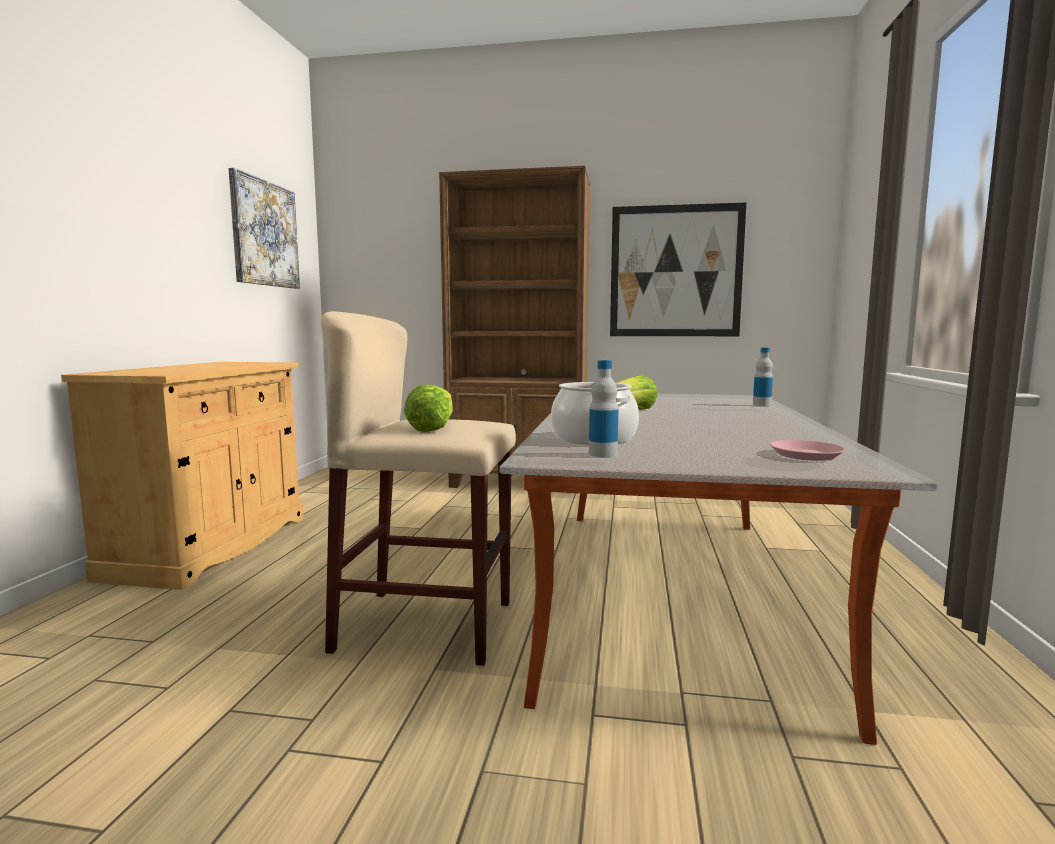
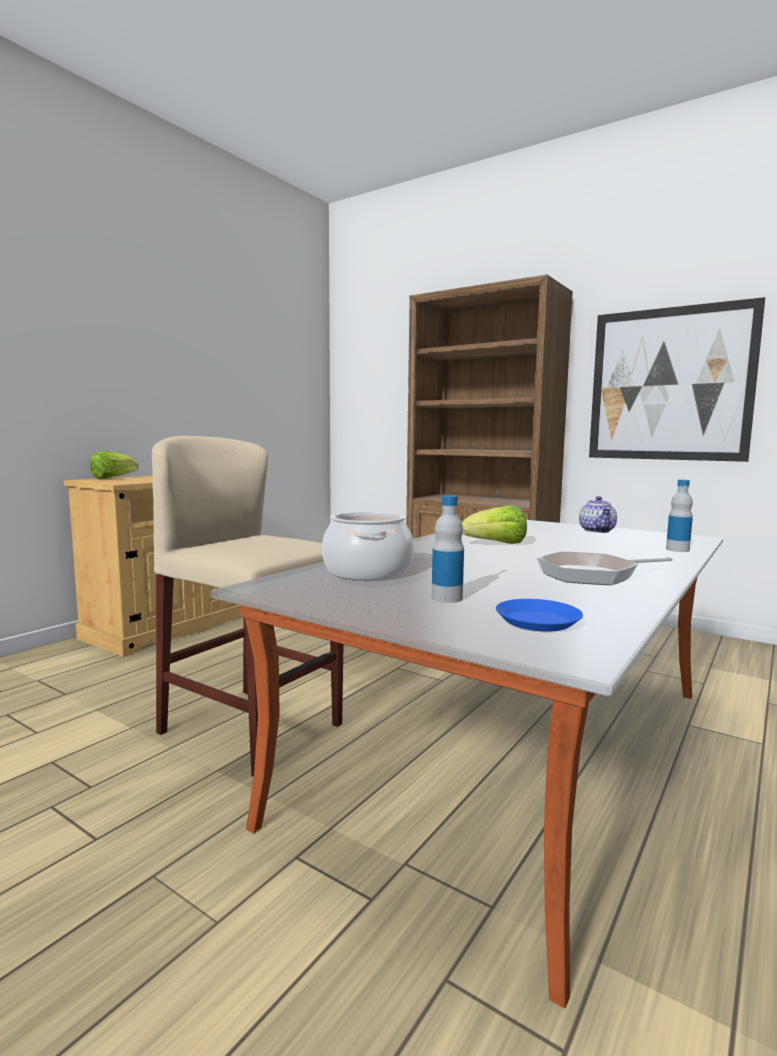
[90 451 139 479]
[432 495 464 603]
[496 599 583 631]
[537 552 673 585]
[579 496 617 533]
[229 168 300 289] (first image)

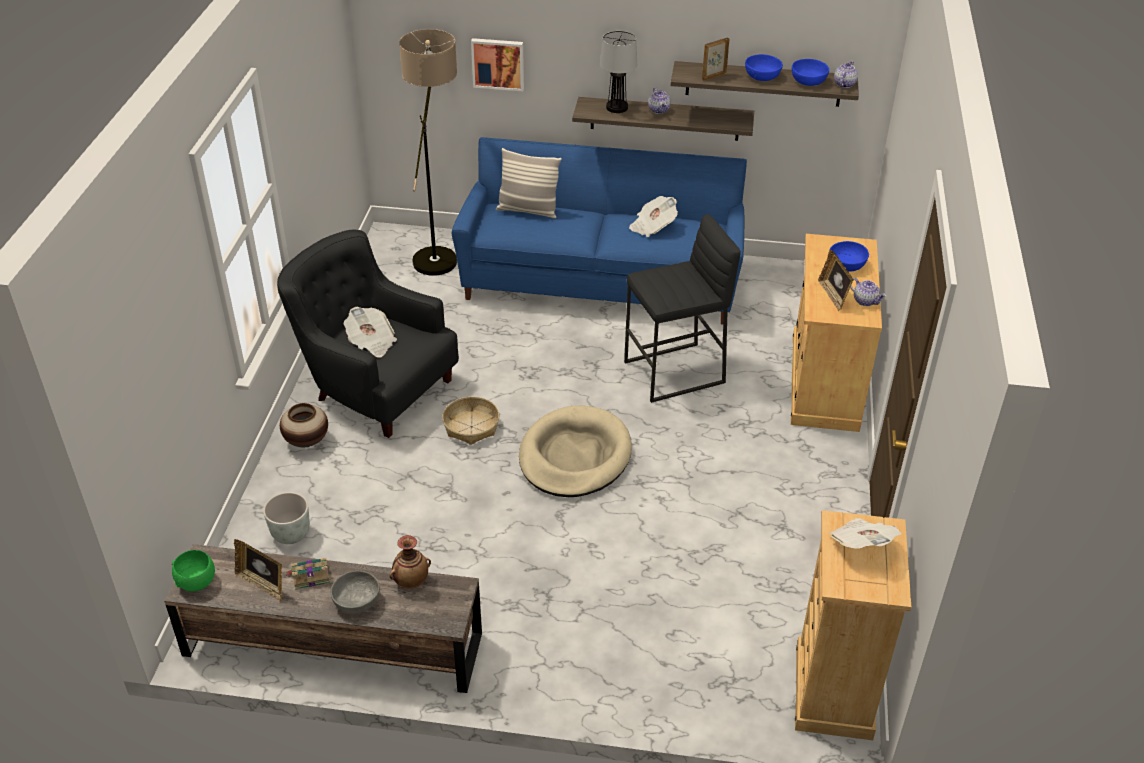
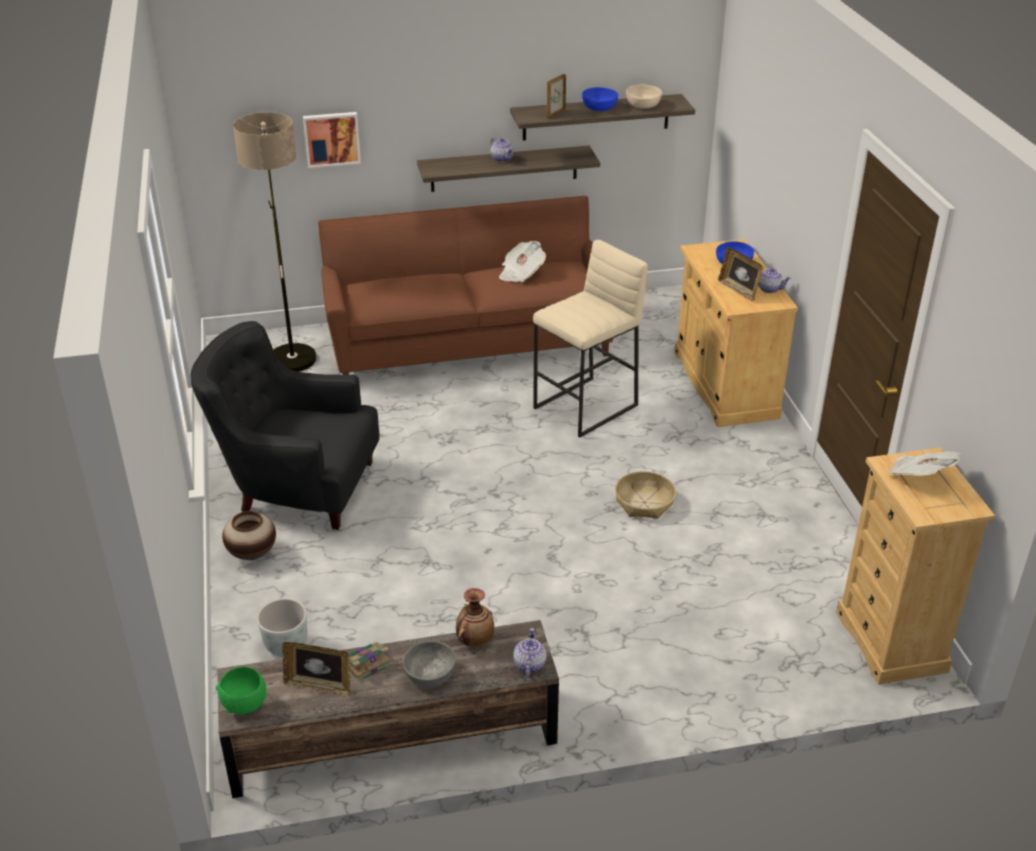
[318 196 613 375]
[513 628 547 677]
[533 240 648 438]
[615 471 676 519]
[626 85 662 109]
[344 307 397 358] (first image)
[496 148 562 219] (first image)
[519 405 632 497] (first image)
[600 31 637 113] (first image)

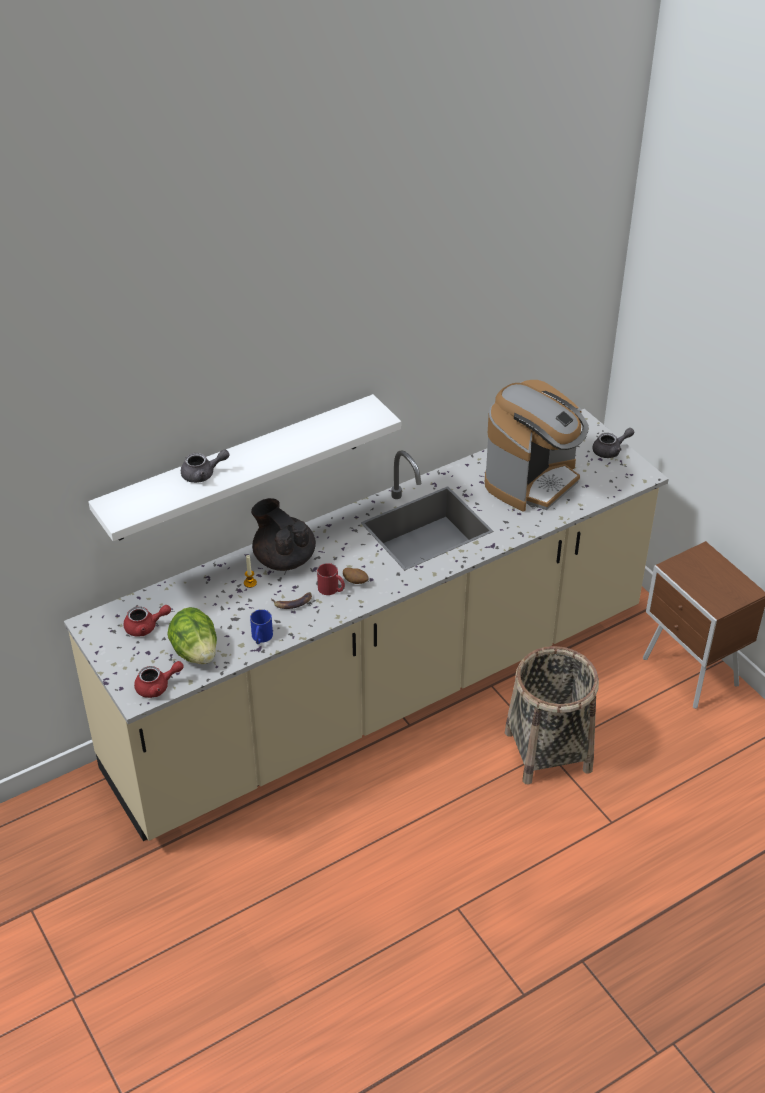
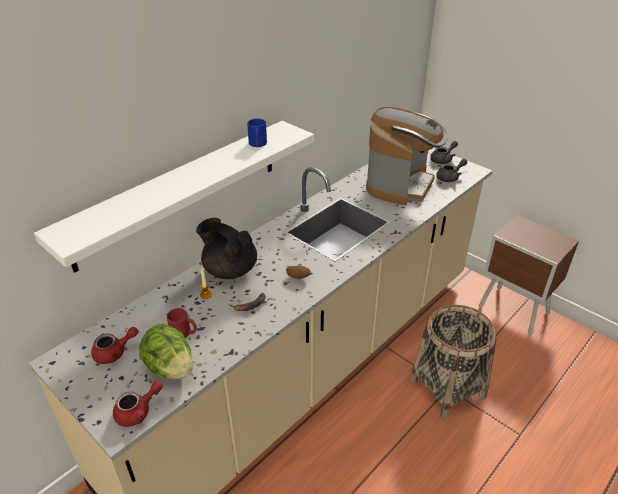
[167 308 197 338]
[247 118 267 147]
[436 159 467 182]

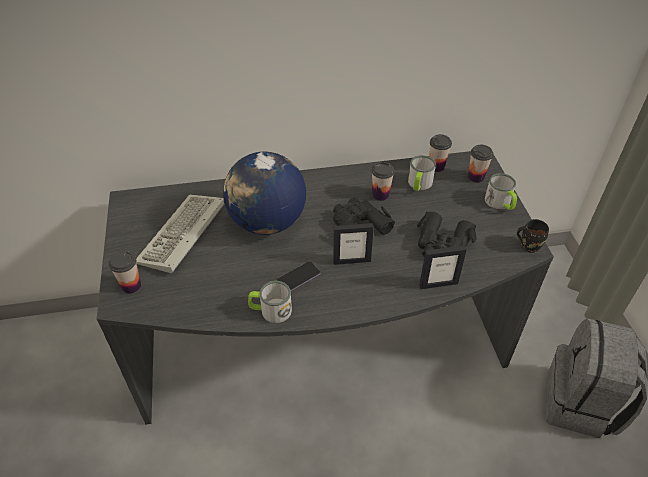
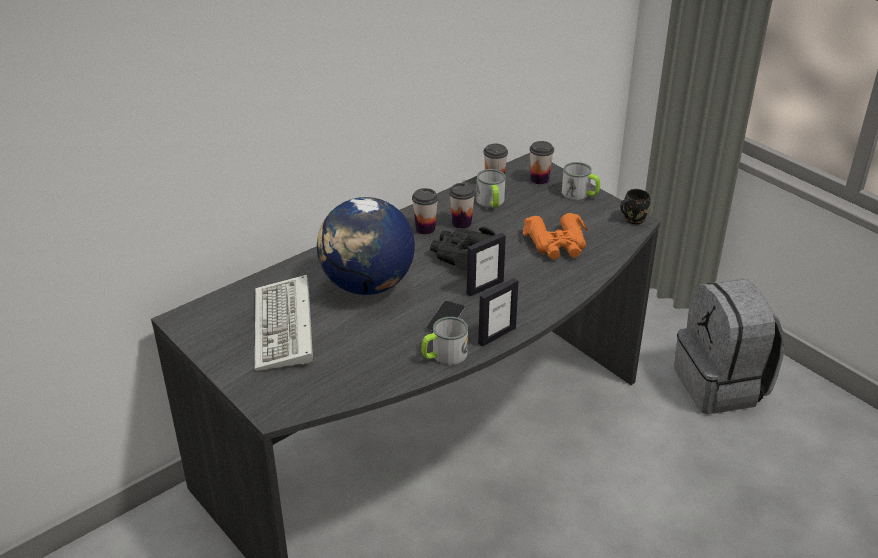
[412 188 438 234]
[478 278 518 347]
[523 213 588 259]

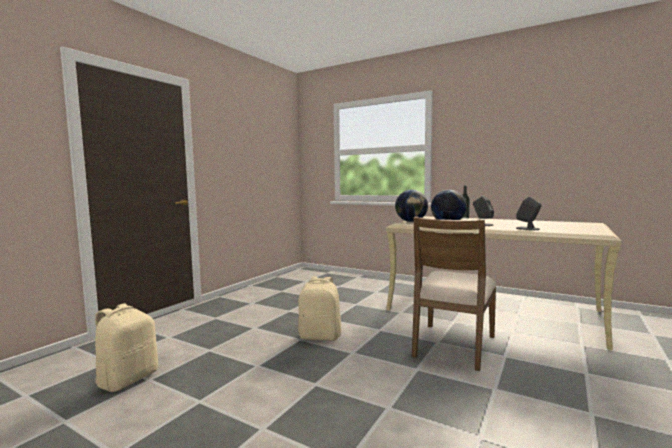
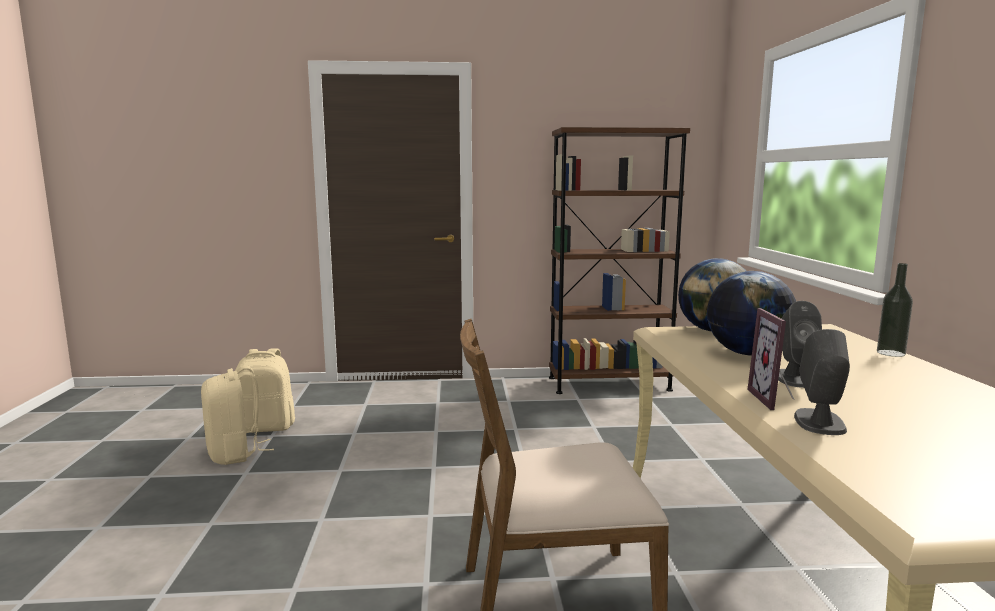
[201 366 274 465]
[549 127 690 394]
[747 308 794 410]

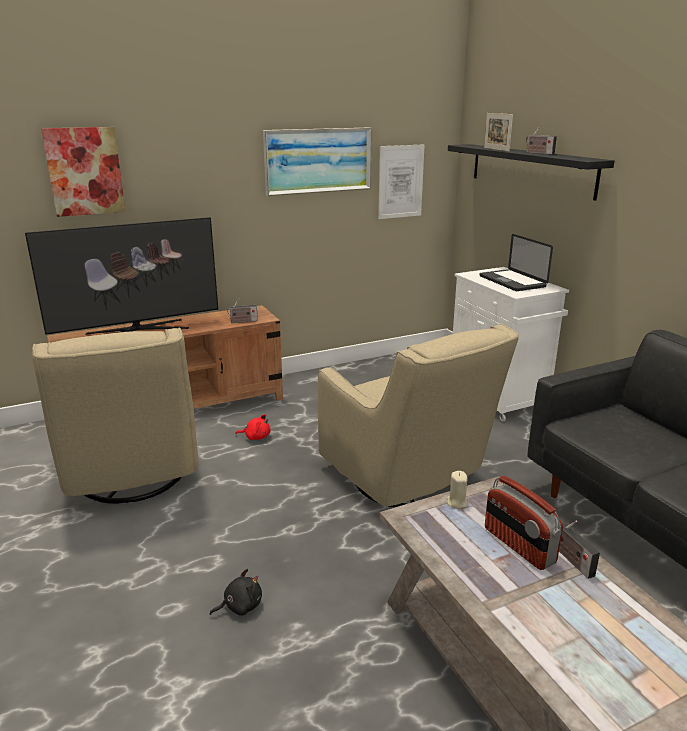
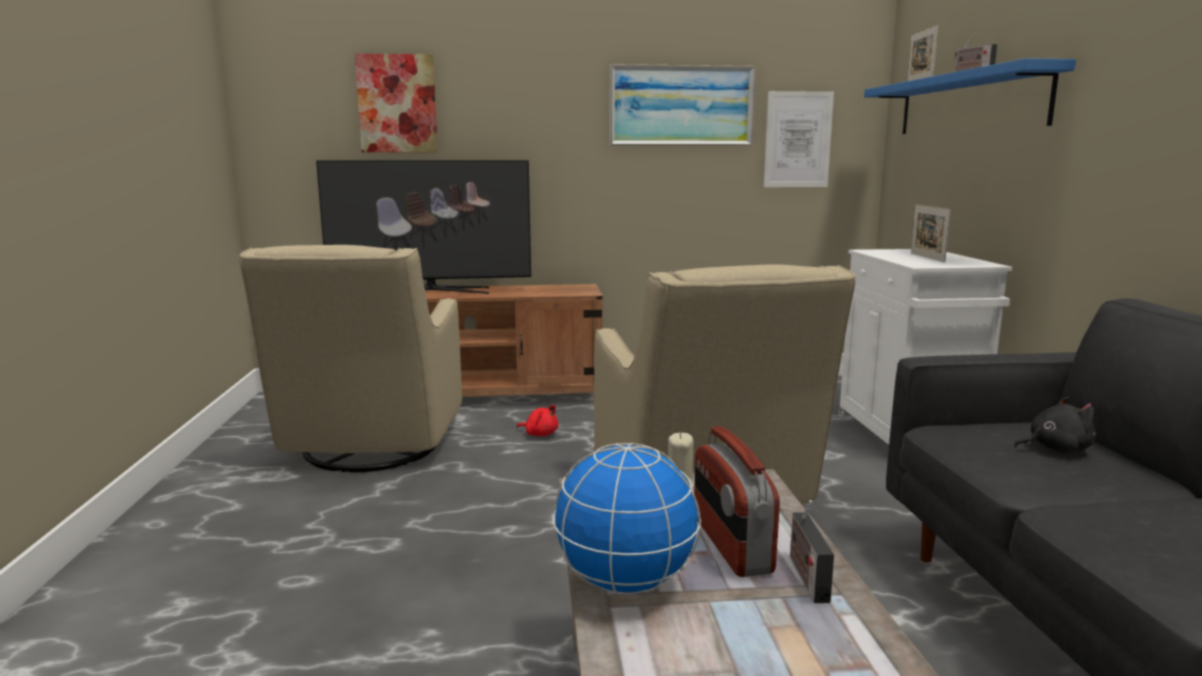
[552 443 701 595]
[864 58 1076 134]
[911 205 951 262]
[1014 397 1096 453]
[227 299 258 323] (first image)

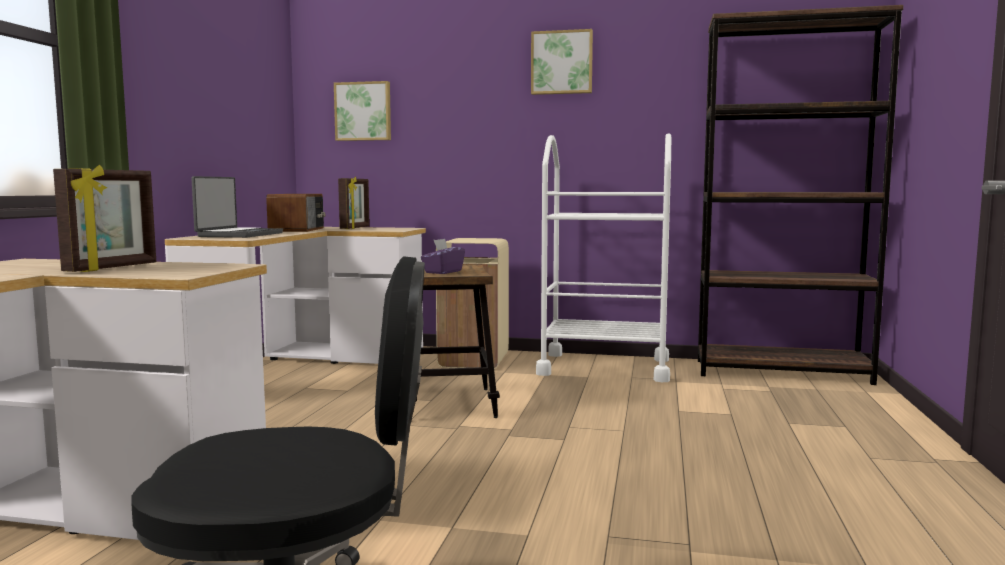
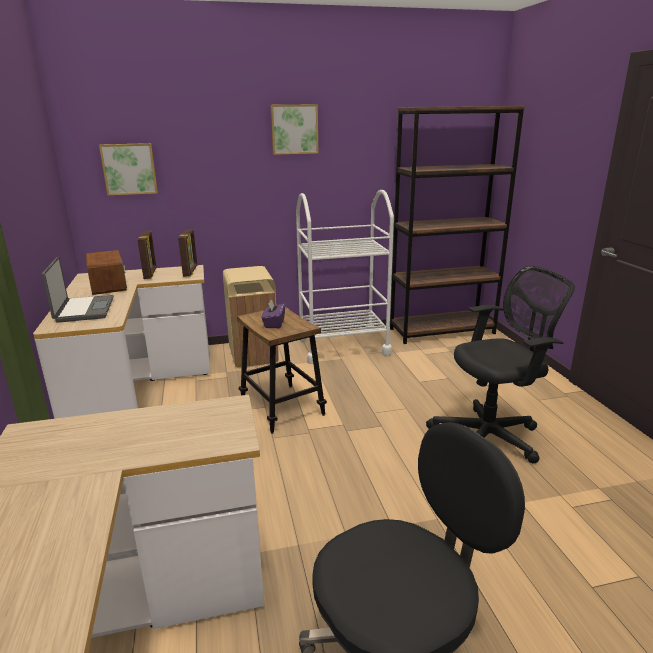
[178 229 197 277]
[426 265 575 463]

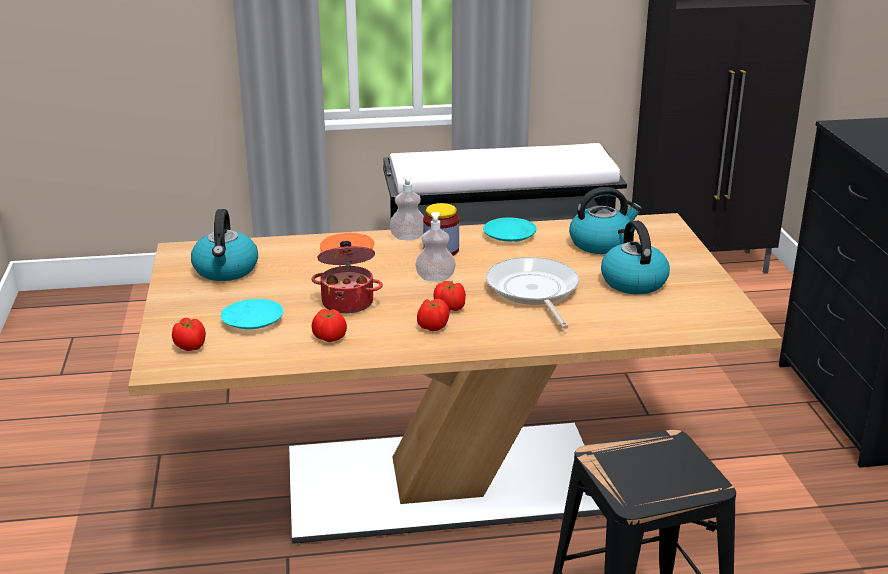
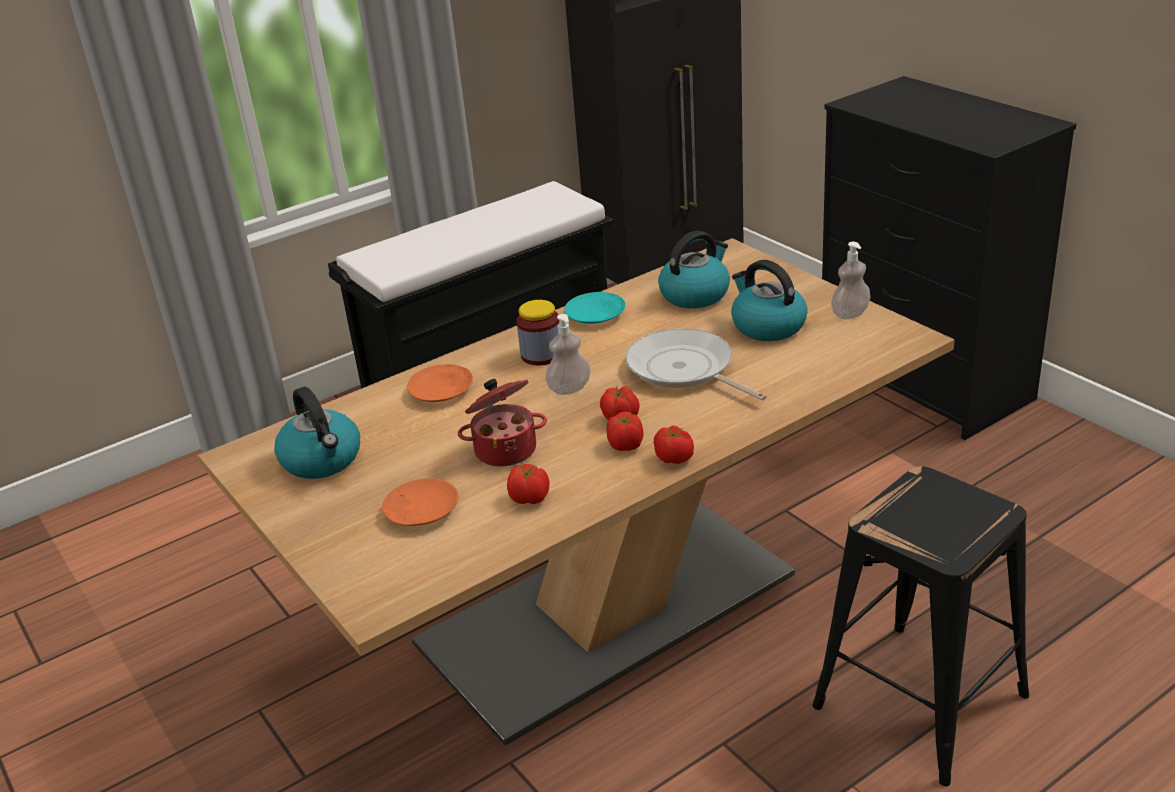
[382 478 459 526]
[654 426 694 464]
[831 242 870 319]

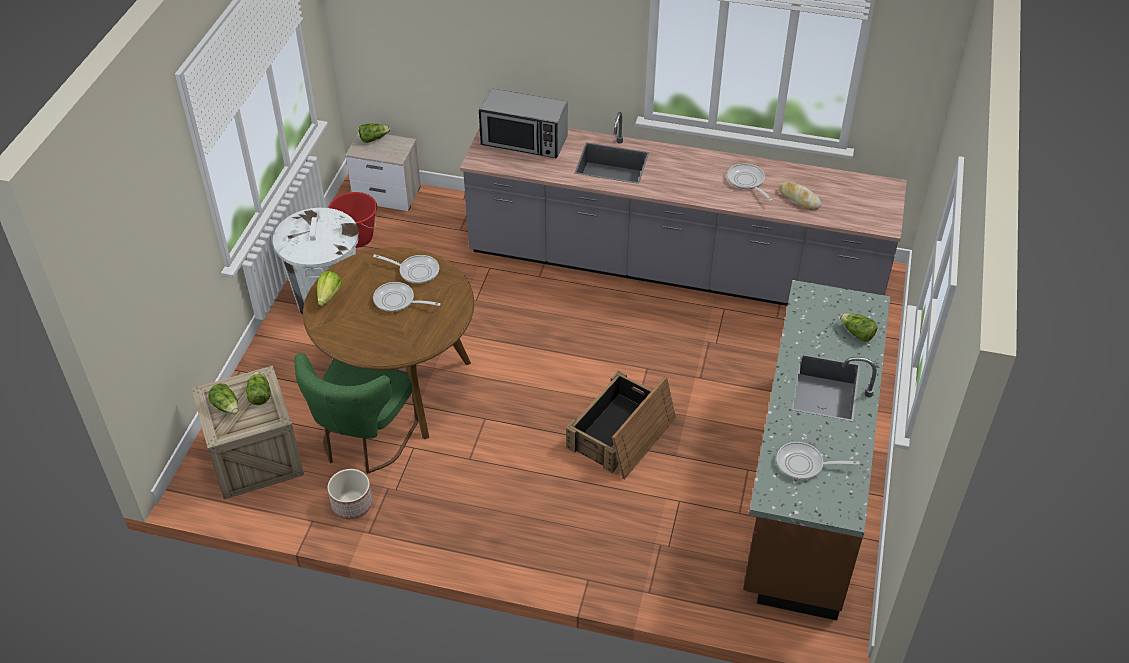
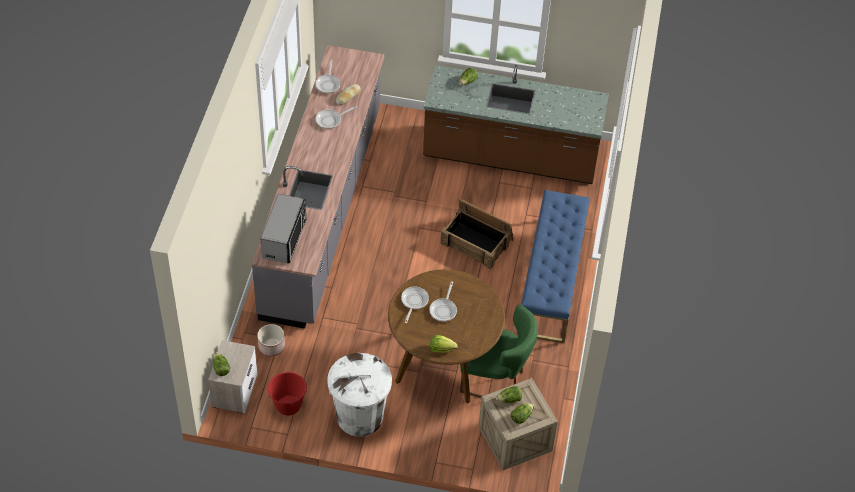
[257 324 285 357]
[315 60 340 93]
[517 190 590 343]

